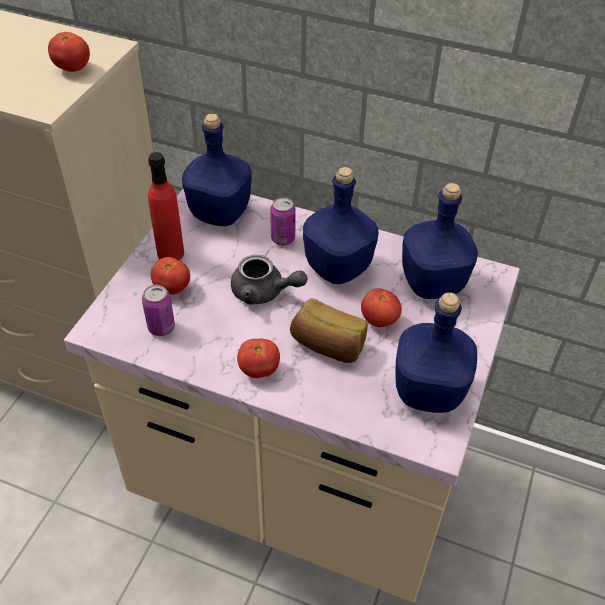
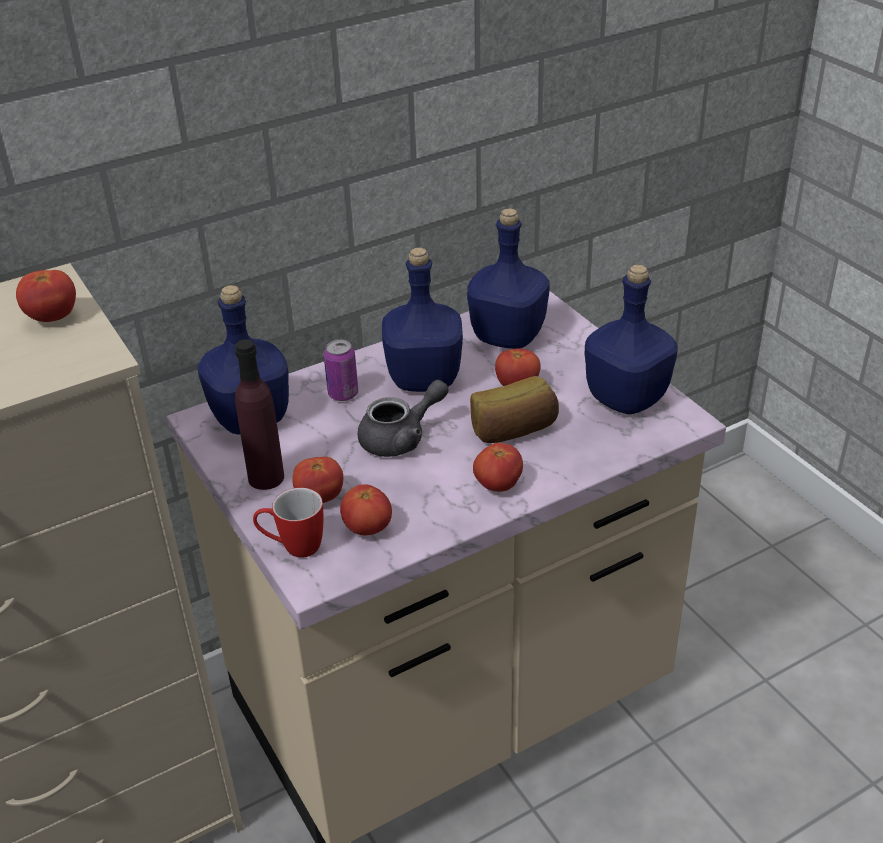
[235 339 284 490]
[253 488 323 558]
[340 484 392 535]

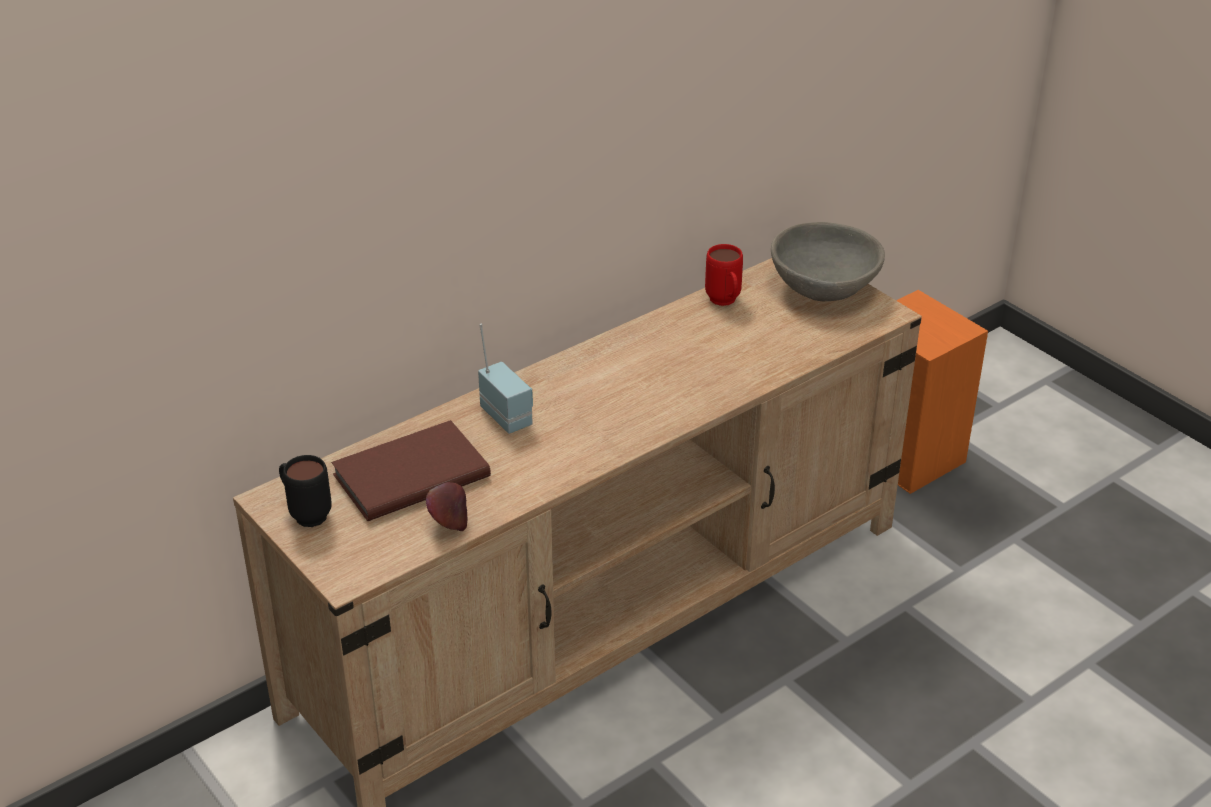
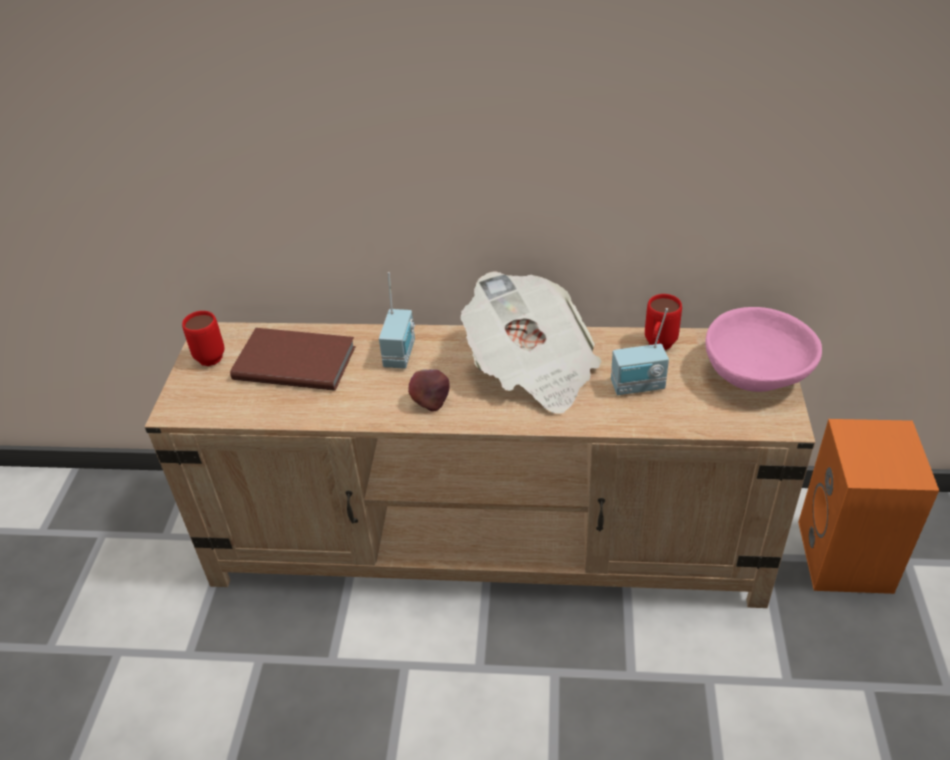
[182 311 225 366]
[408 369 450 412]
[461 271 602 414]
[611 308 669 395]
[706 307 822 392]

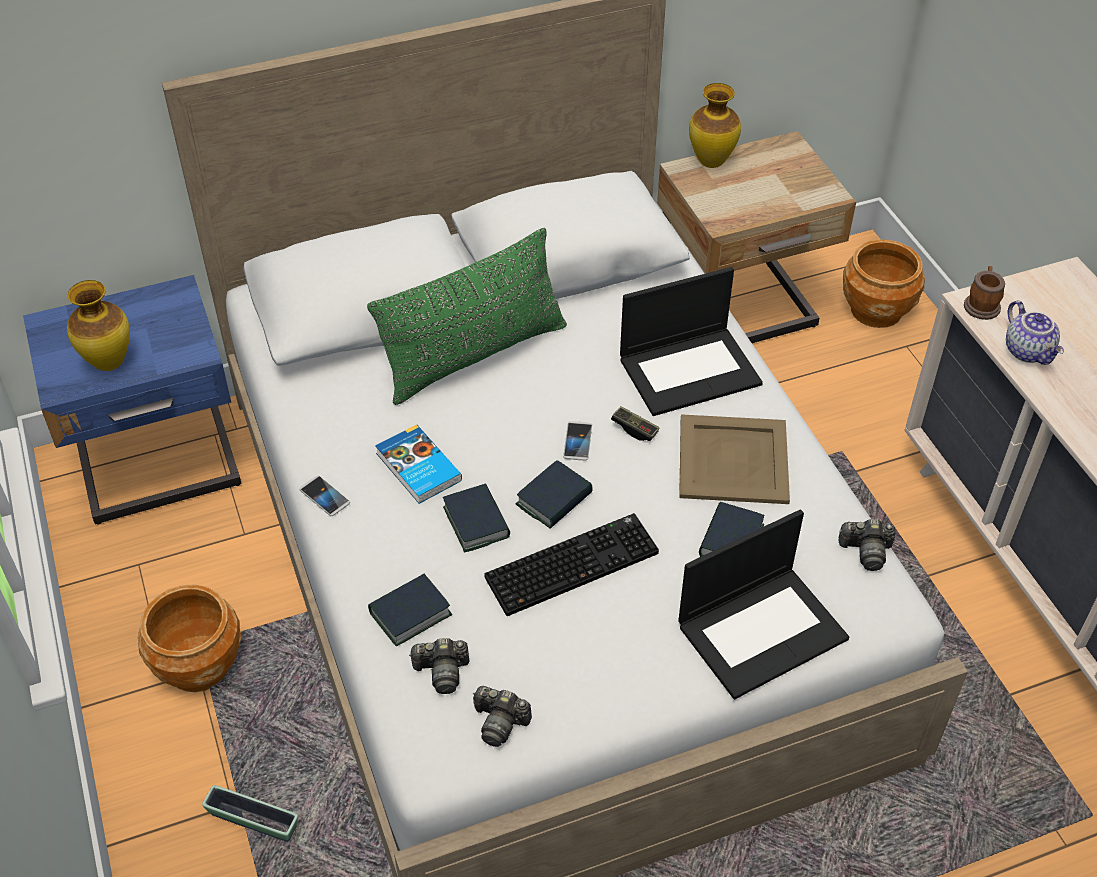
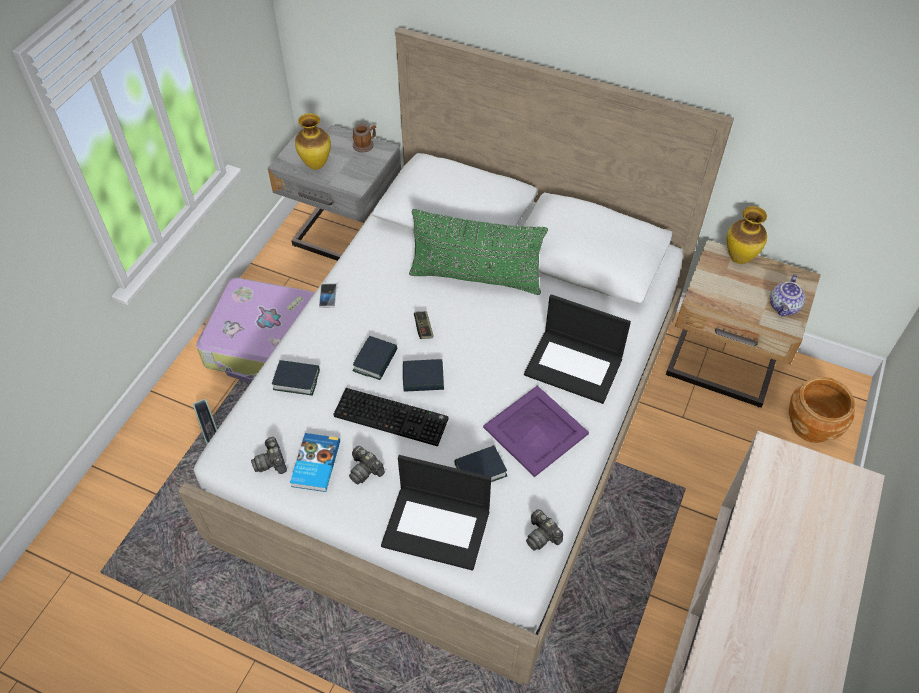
[196 278 315 383]
[268 121 401 261]
[290 433 340 492]
[349 446 385 484]
[353 123 376 152]
[414 311 433 339]
[483 386 589 477]
[770 274 805 316]
[563 421 592 461] (first image)

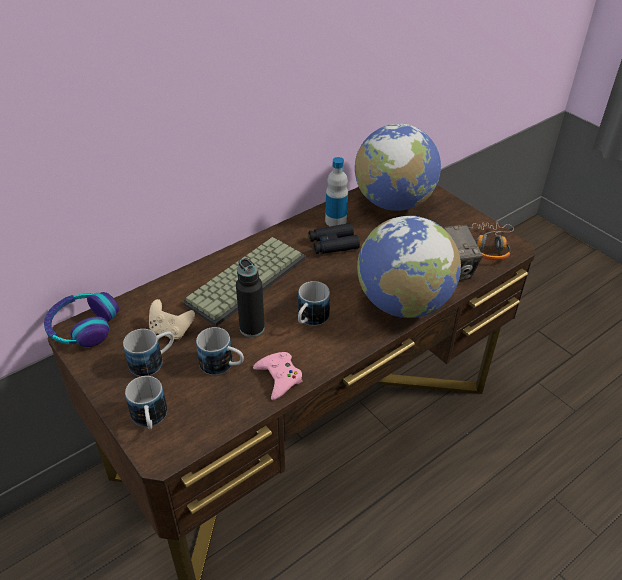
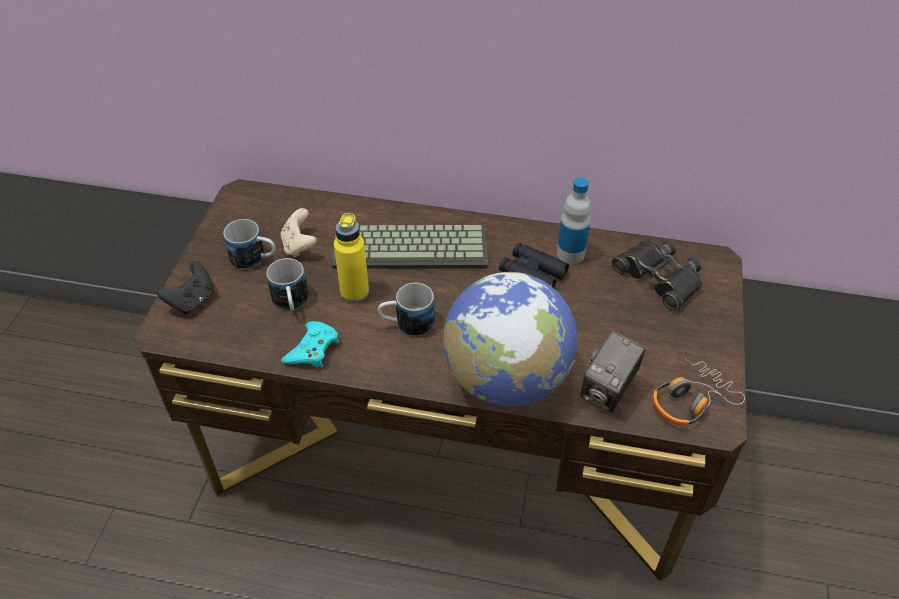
[157 261 214 314]
[281 321 339 368]
[334 213 369 303]
[612 240 702 311]
[44 292 119 347] (first image)

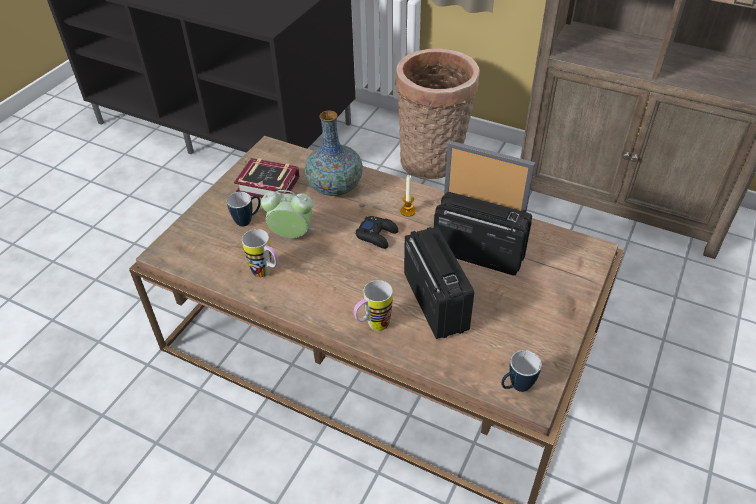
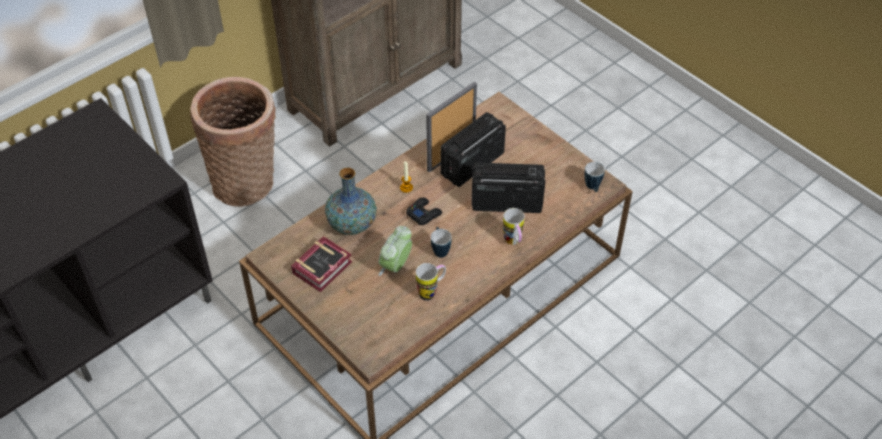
[431 227 452 258]

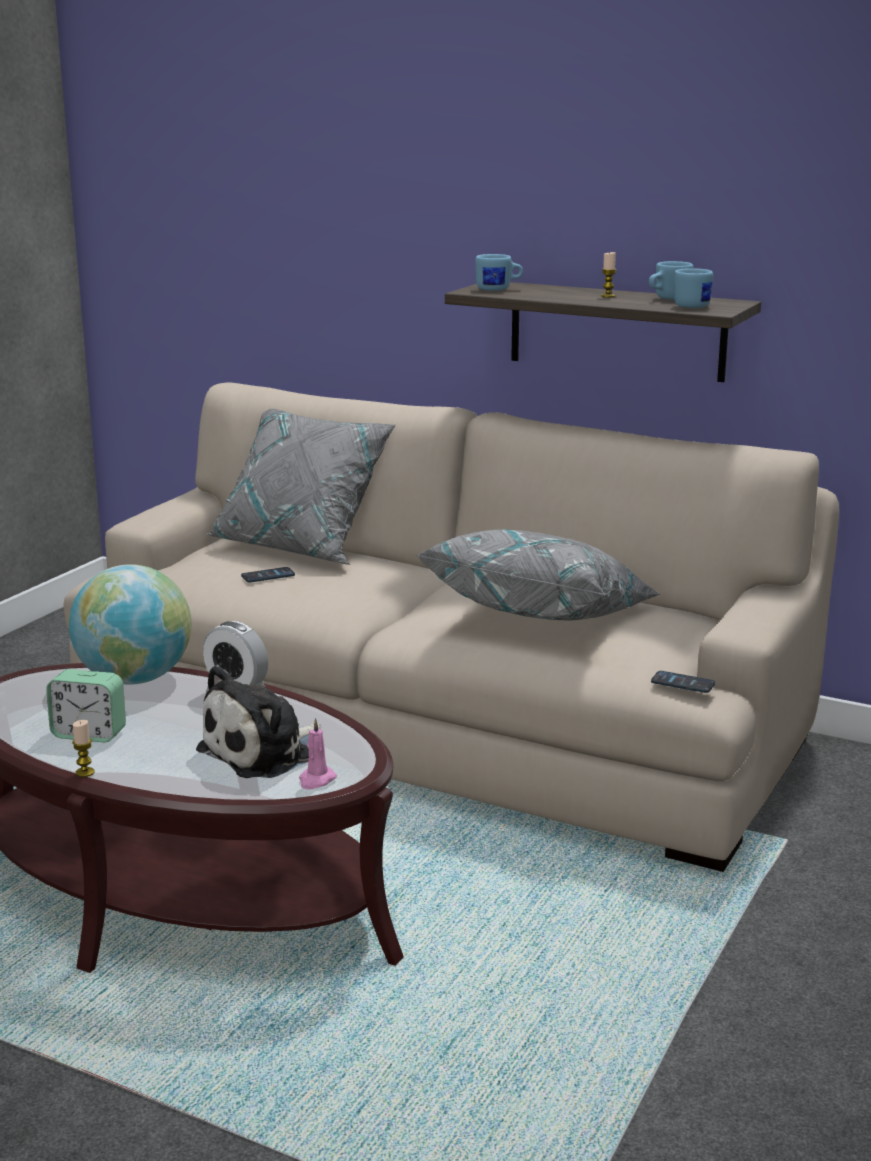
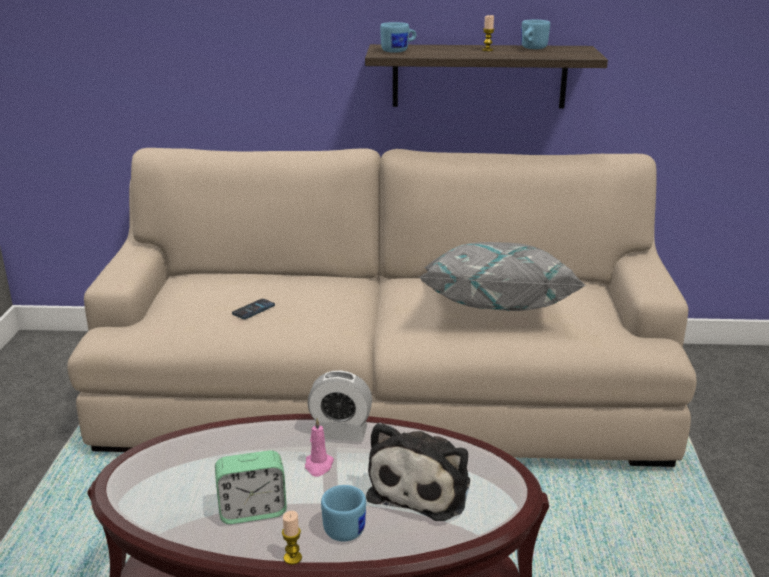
[305 418 334 477]
[321 485 366 542]
[69 564 192 685] (first image)
[206 409 396 565] (first image)
[651 671 715 693] (first image)

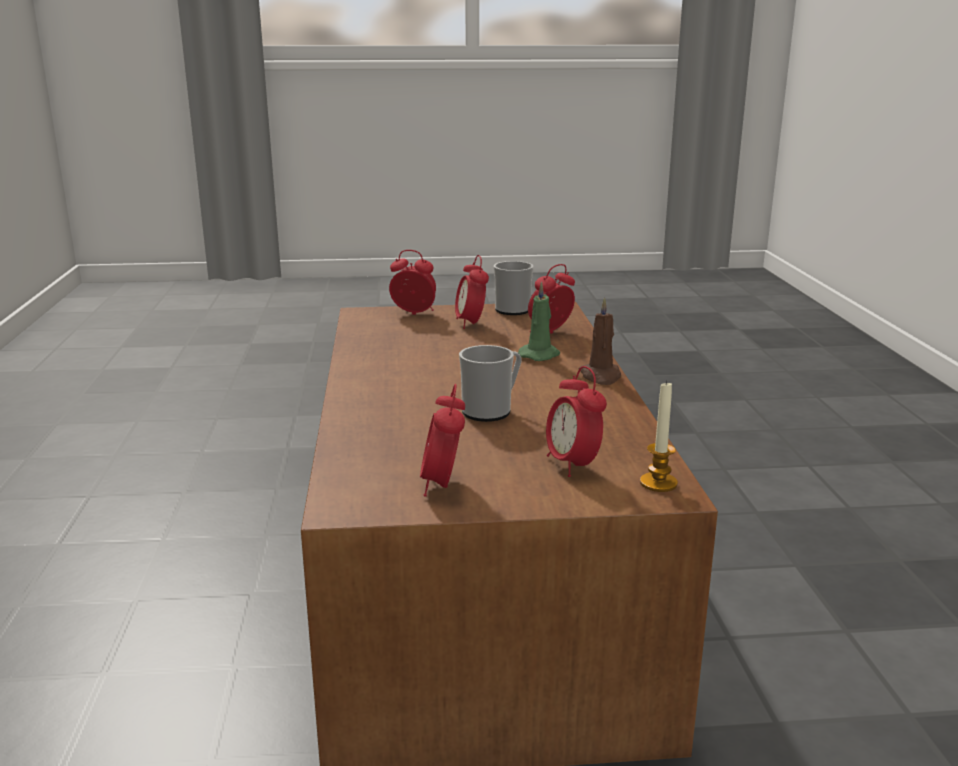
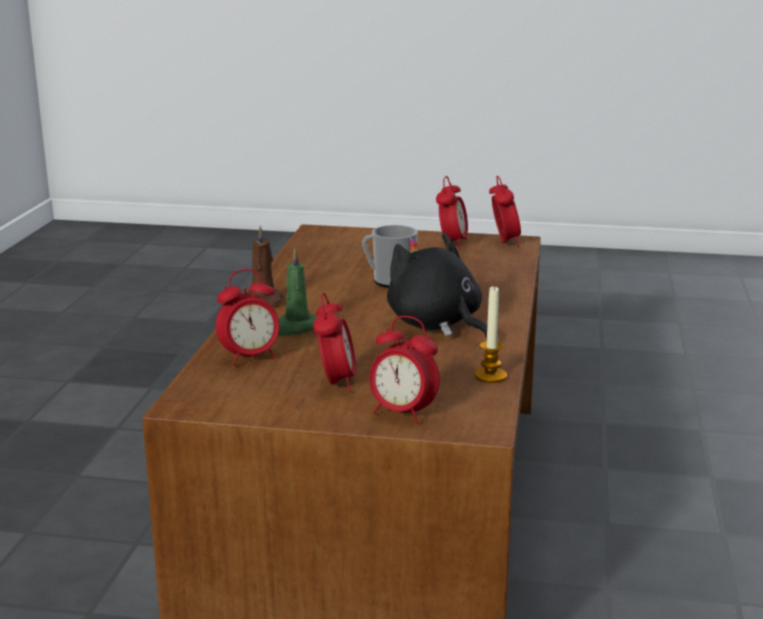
[387 233 487 340]
[474 285 507 383]
[489 176 521 247]
[494 261 533 315] (first image)

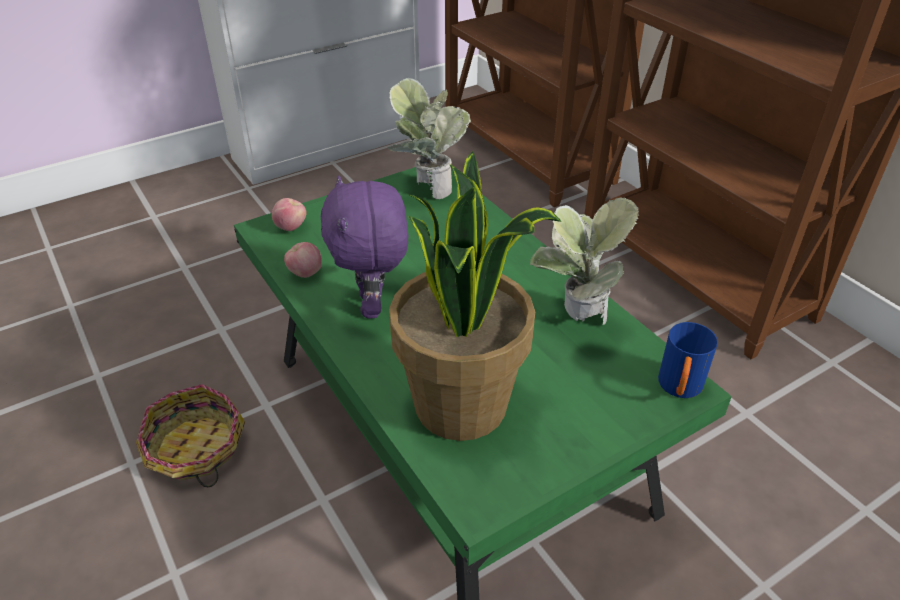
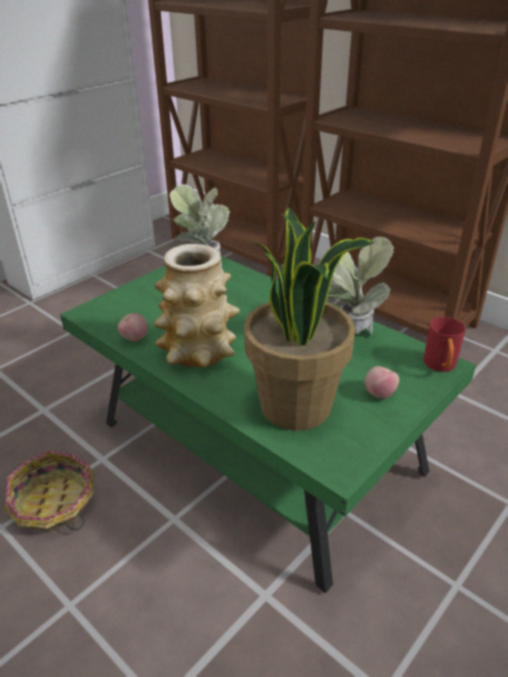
[154 244 240 367]
[365 366 399 399]
[423 317 466 372]

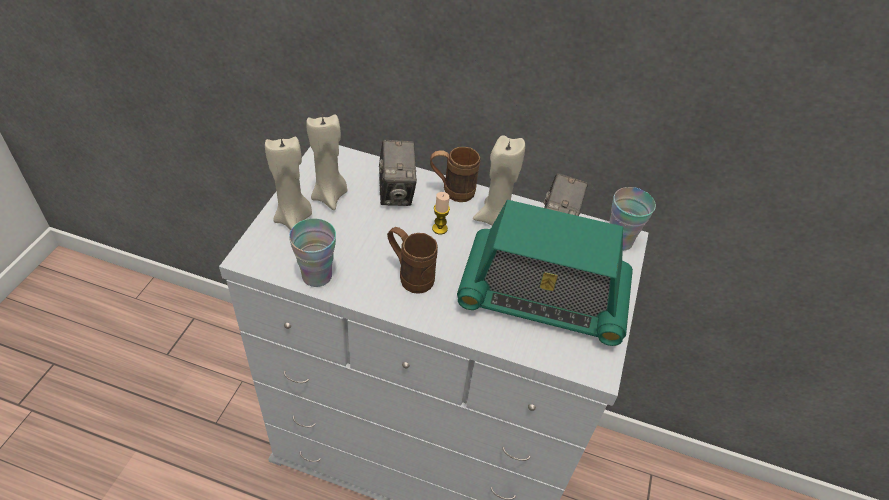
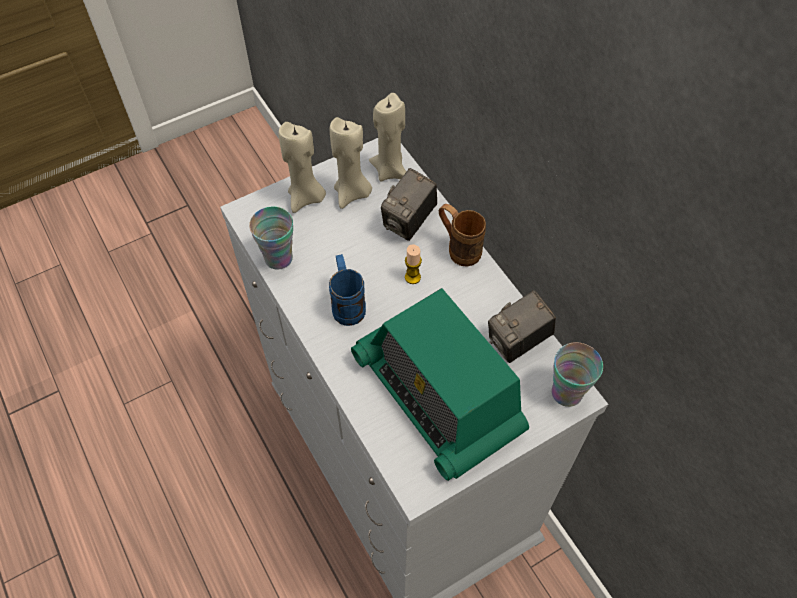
[329 254 366 326]
[369 93 406 182]

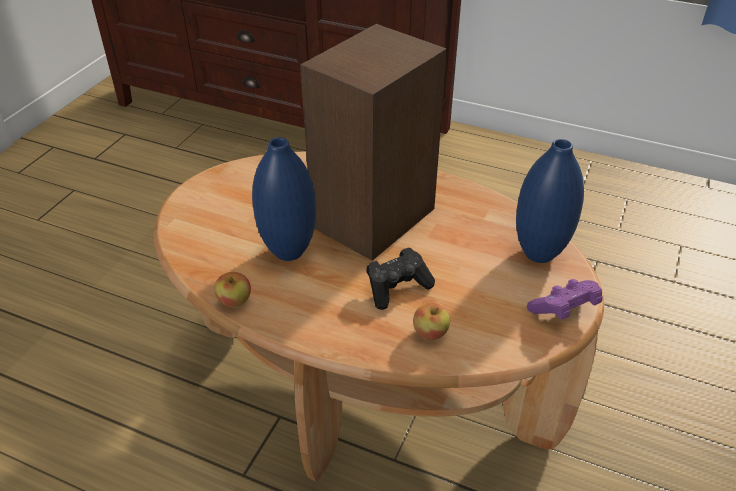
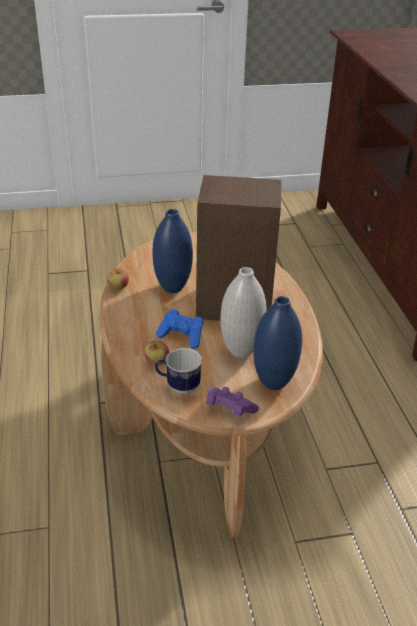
[155 348 202 394]
[156 309 203 349]
[221 267 267 358]

